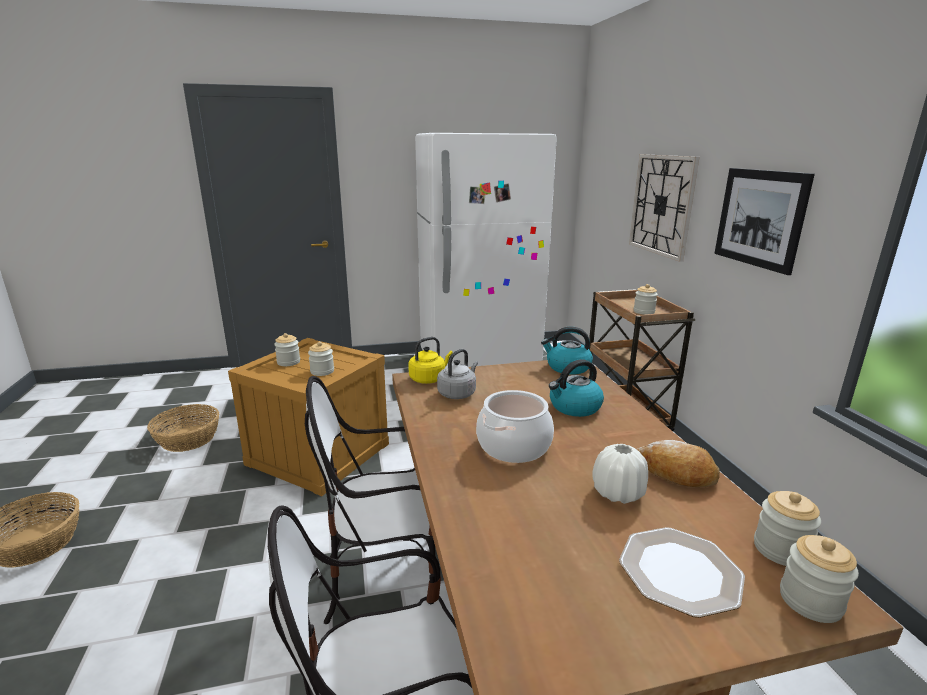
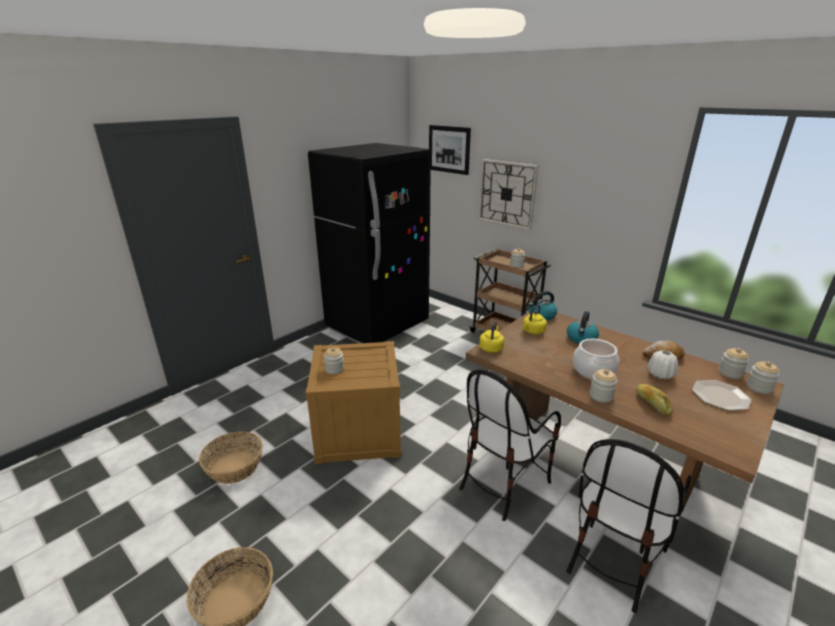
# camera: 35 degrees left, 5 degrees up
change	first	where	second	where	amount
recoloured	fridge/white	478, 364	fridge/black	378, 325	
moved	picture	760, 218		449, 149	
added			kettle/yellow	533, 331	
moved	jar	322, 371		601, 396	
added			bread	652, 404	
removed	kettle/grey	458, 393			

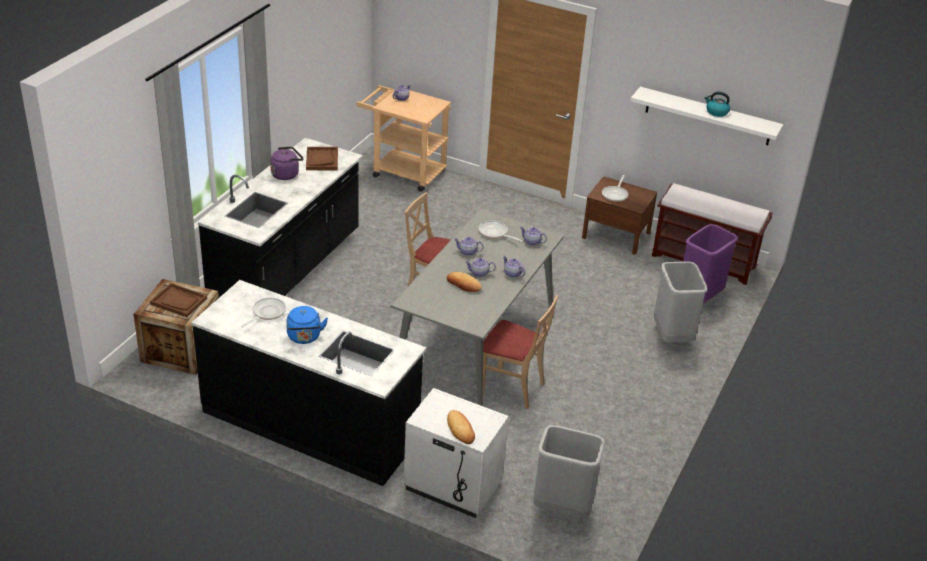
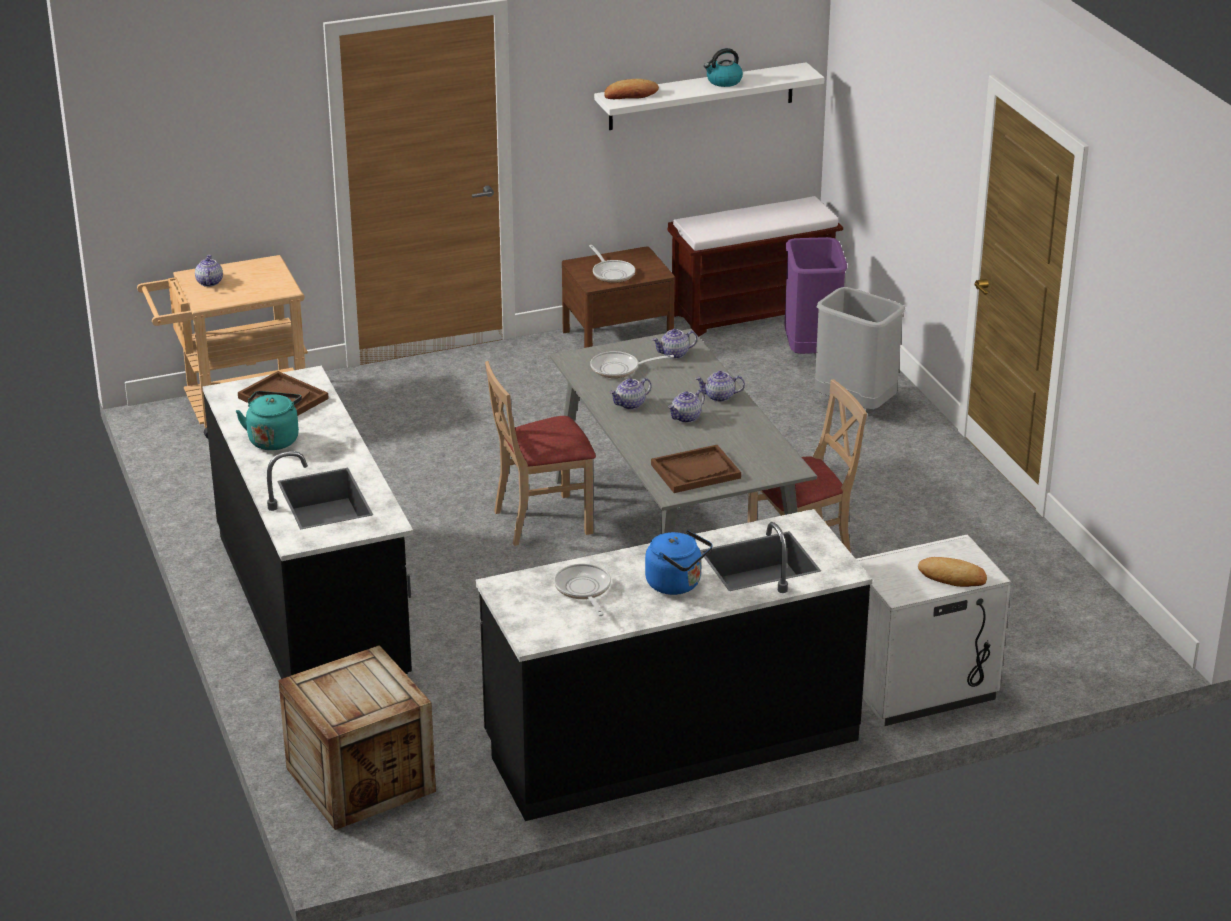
# camera: 45 degrees left, 5 degrees down
change	first	where	second	where	amount
recoloured	kettle/purple	286, 174	kettle/turquoise	274, 439	
moved	bread	463, 284		631, 94	
moved	tray/brown	179, 301		695, 471	
removed	trash can/grey	563, 507			

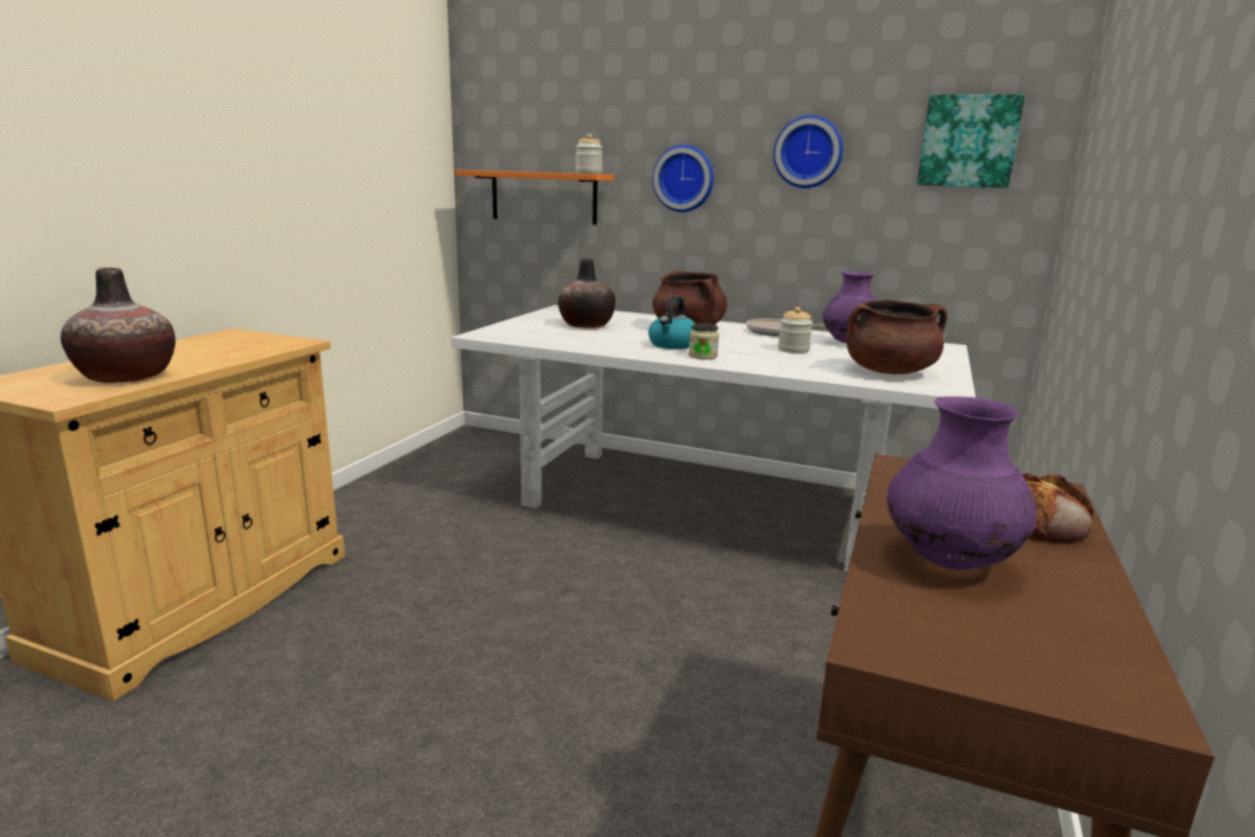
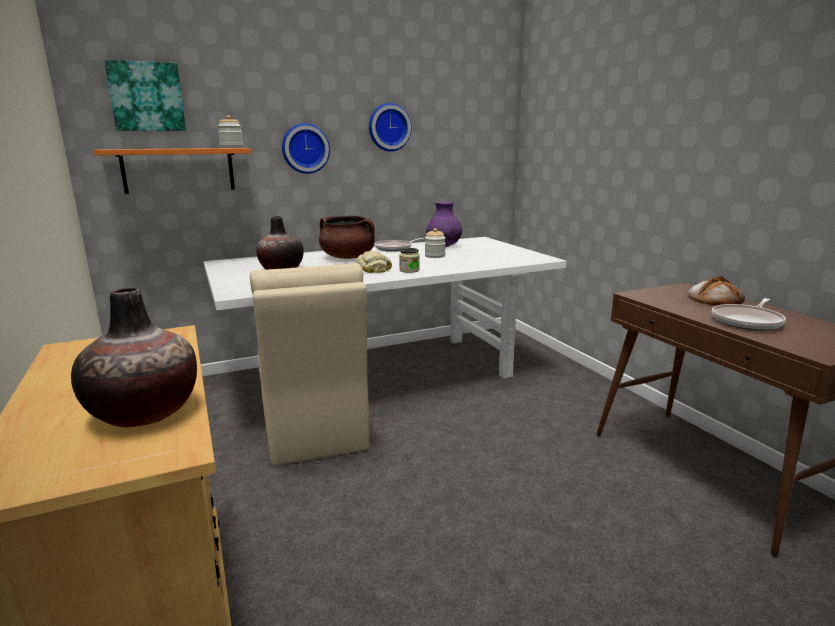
# camera: 45 degrees left, 0 degrees up
change	first	where	second	where	amount
moved	picture	968, 141		147, 97	
added			chair/beige	314, 430	
replaced	kettle	673, 345	bread	373, 268	
replaced	vase/purple	949, 562	frying pan	748, 321	
removed	cooking pot/brown	889, 372			

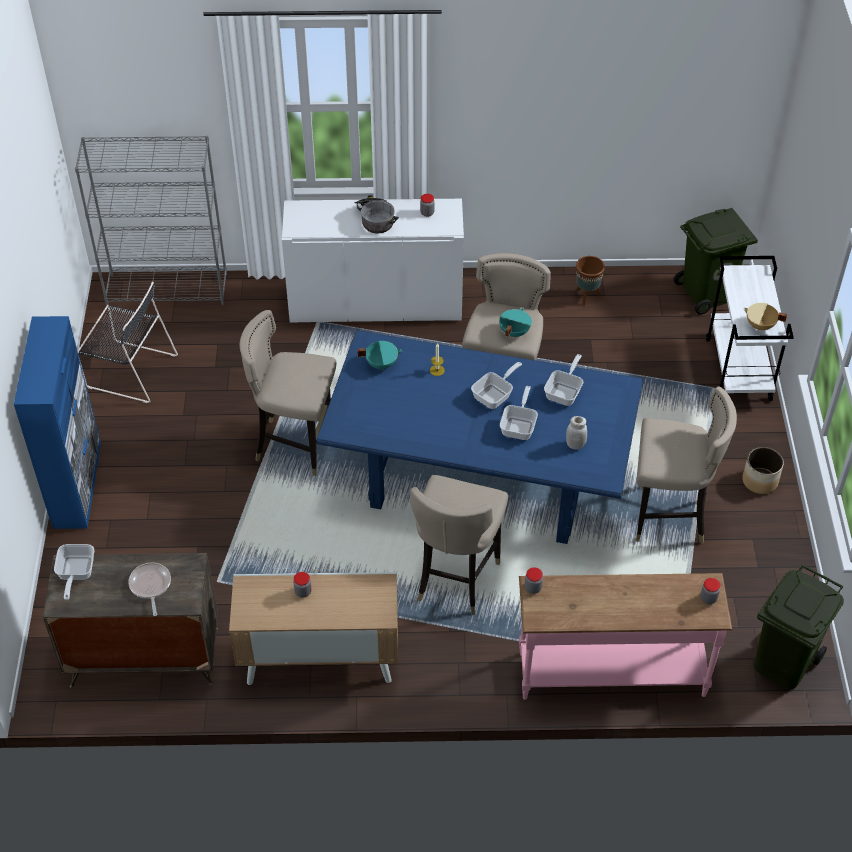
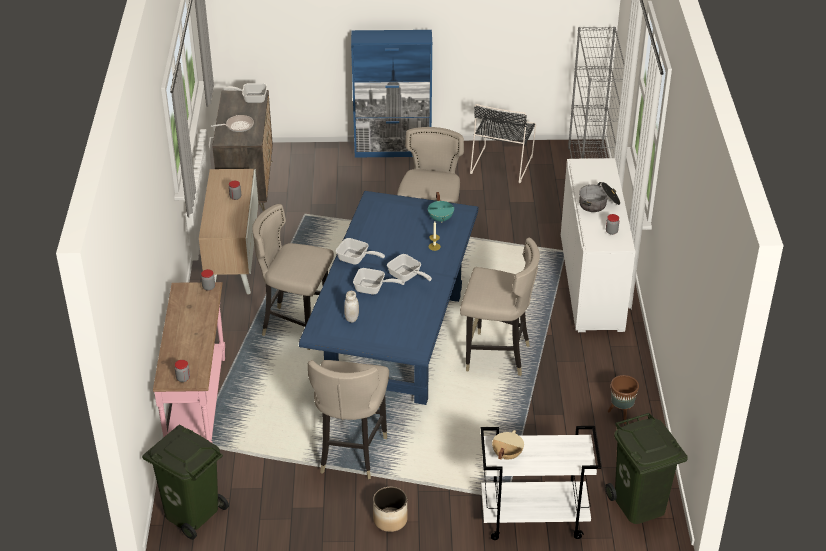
# camera: 90 degrees right, 10 degrees down
change	first	where	second	where	amount
moved	frying pan	565, 392		356, 259	
removed	cooking pot/turquoise	513, 332			

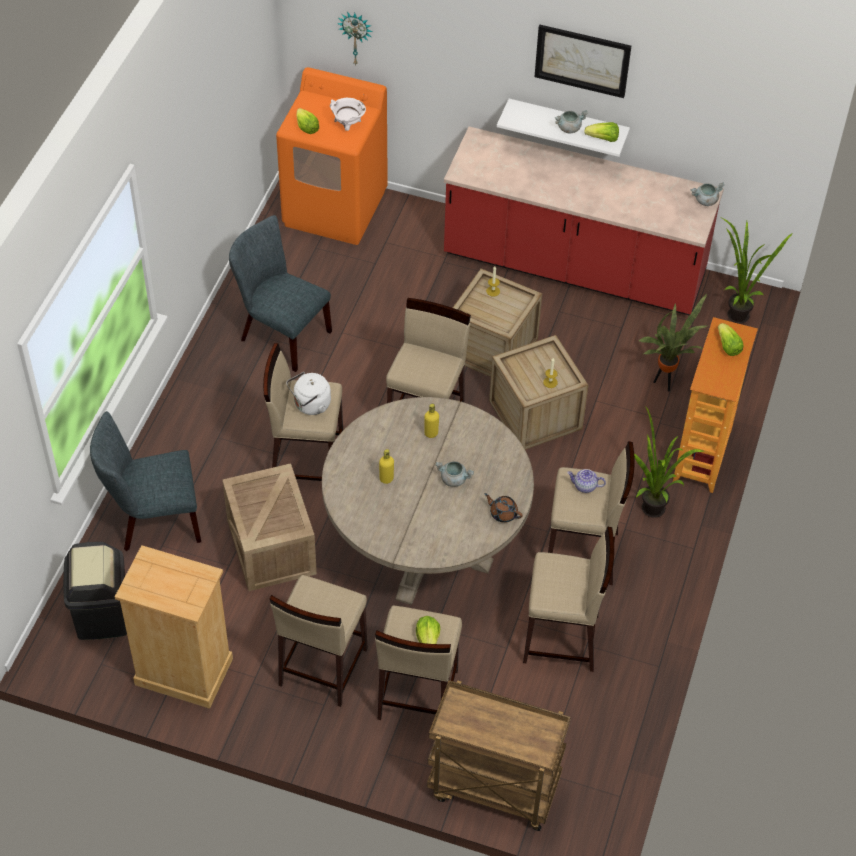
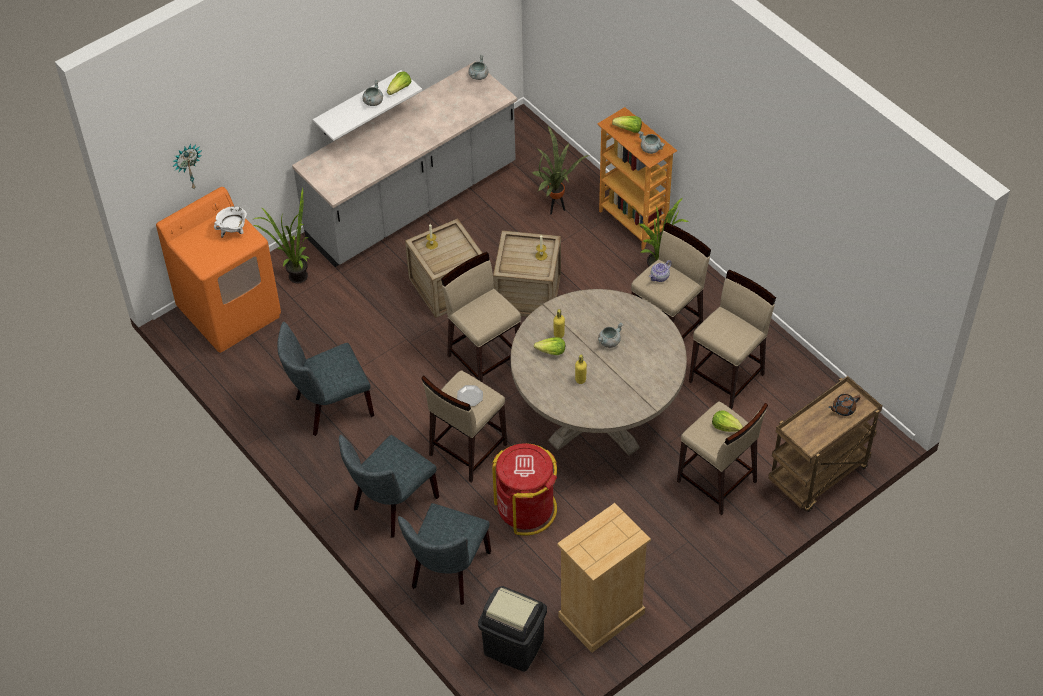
# camera: 55 degrees left, 0 degrees up
change	first	where	second	where	amount
moved	potted plant	735, 312		293, 276	
recoloured	counter/red	573, 269	counter/grey	412, 203	
added			chair/grey	391, 505	
replaced	kettle/white	310, 405	plate	469, 396	
replaced	crate	270, 545	trash can/red	526, 509	
moved	lettuce	306, 127		551, 352	
added			cooking pot/grey	651, 149	
moved	teapot/brown	503, 513		843, 409	
removed	stool/beige	322, 667			
removed	picture	582, 60			

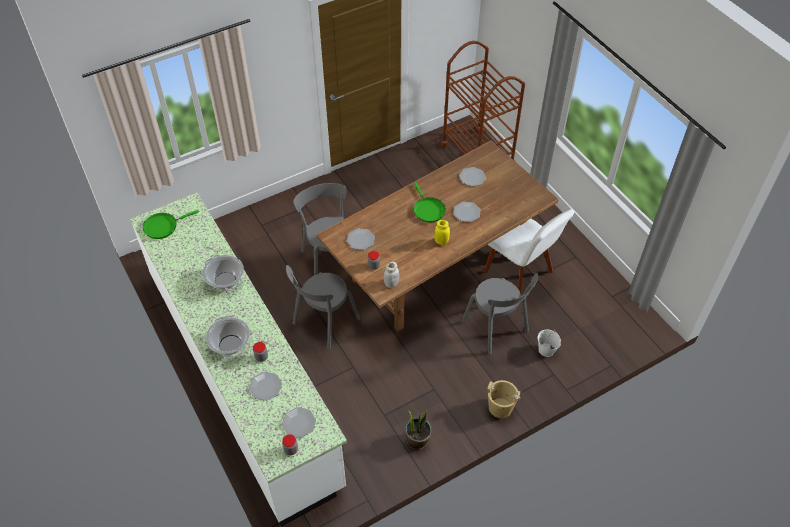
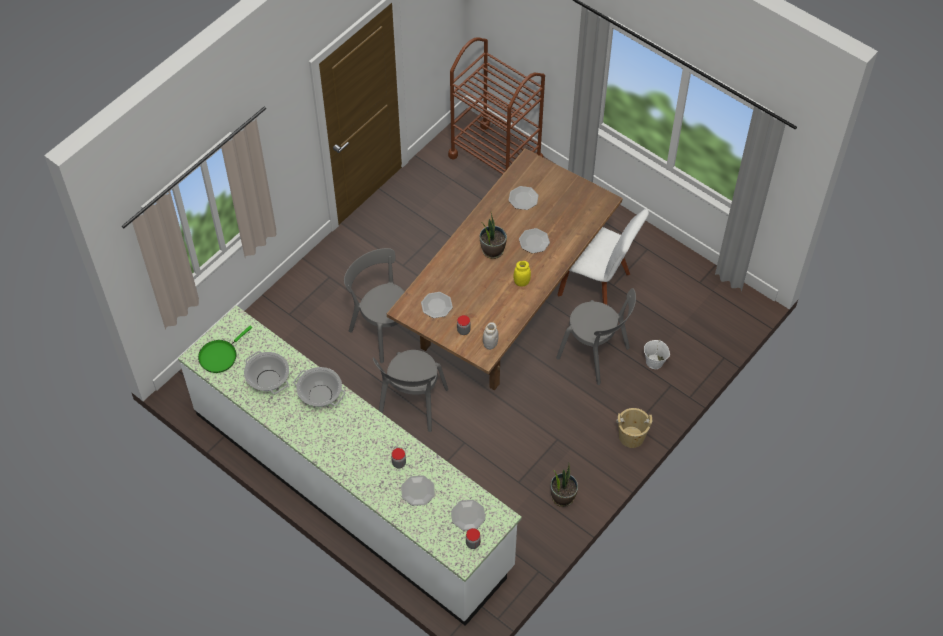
# camera: 20 degrees left, 5 degrees up
change	first	where	second	where	amount
moved	cooking pot	230, 344		268, 380	
replaced	frying pan/green	428, 210	potted plant	492, 250	

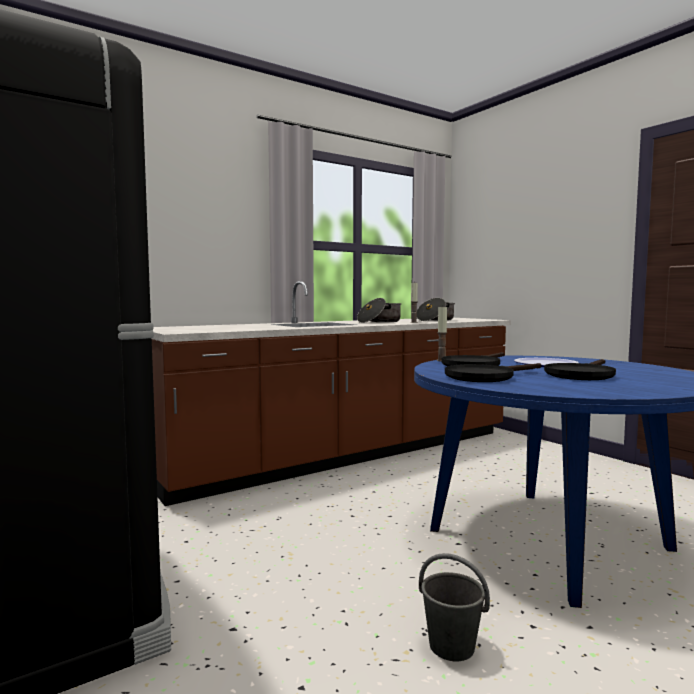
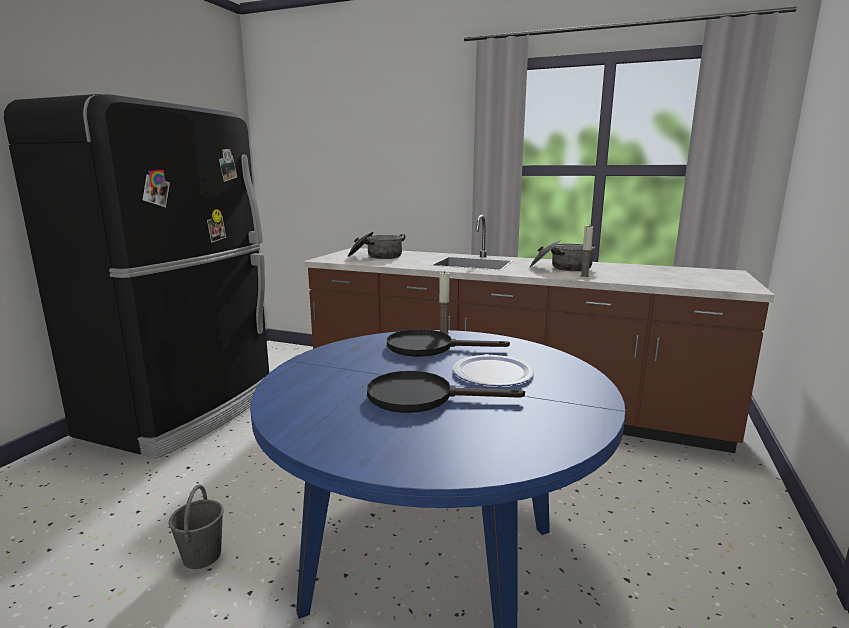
# camera: 55 degrees right, 10 degrees up
change	first	where	second	where	amount
moved	cooking pot	435, 320		376, 256	
removed	frying pan/black	486, 376			

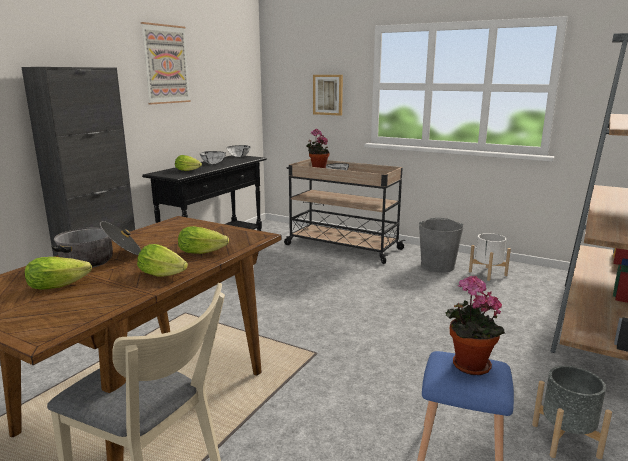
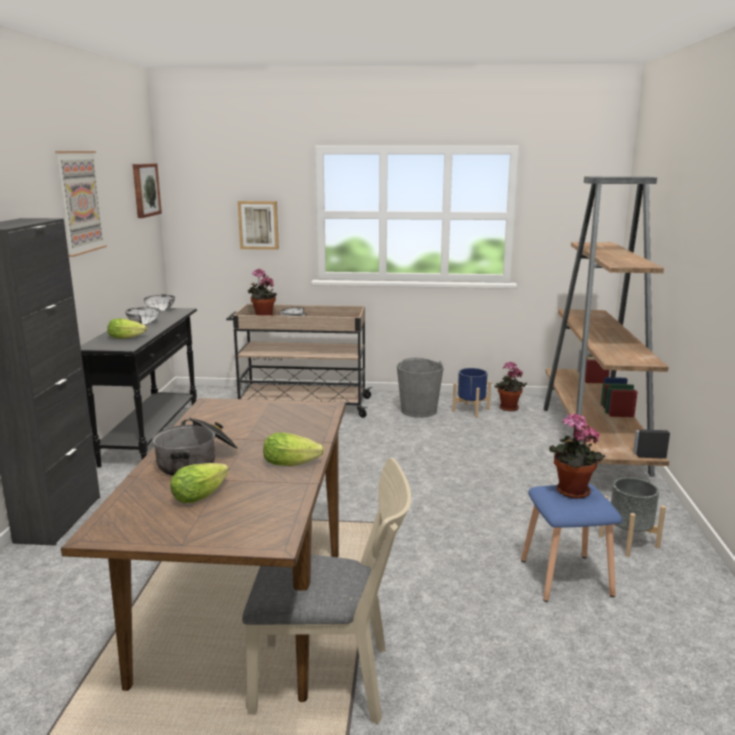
# camera: 25 degrees left, 0 degrees up
change	first	where	second	where	amount
added			picture	145, 190	
recoloured	planter/white	487, 273	planter/blue	470, 410	
added			potted plant	508, 409	
removed	lettuce	204, 252			

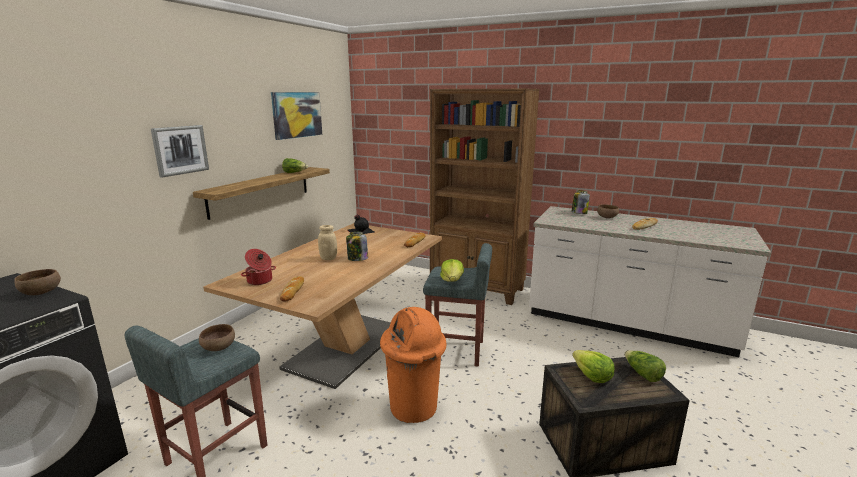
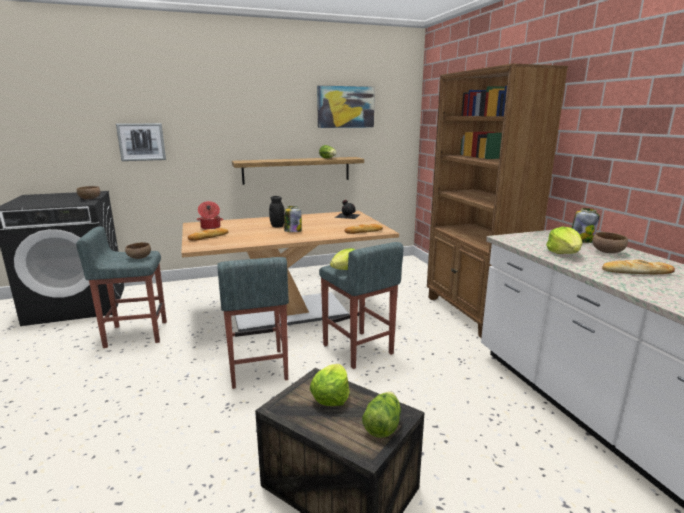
# camera: 45 degrees right, 0 degrees up
change	first	where	second	where	amount
moved	picture	180, 150		141, 142	
replaced	trash can/orange	414, 408	stool/grey	257, 368	
recoloured	jar/beige	328, 258	jar/black	277, 226	
added			lettuce	564, 253	

